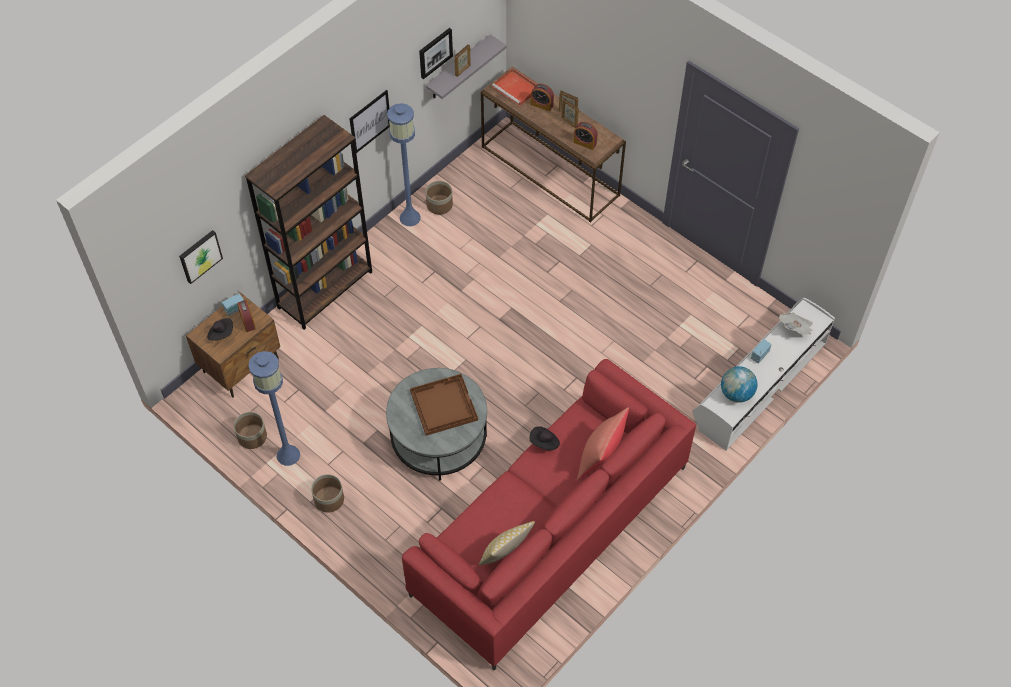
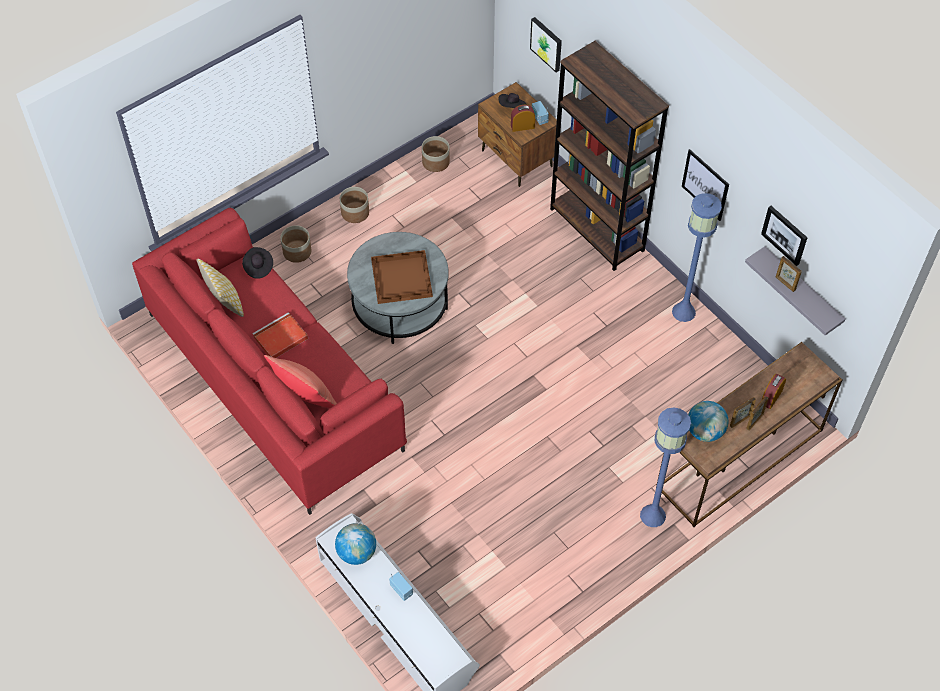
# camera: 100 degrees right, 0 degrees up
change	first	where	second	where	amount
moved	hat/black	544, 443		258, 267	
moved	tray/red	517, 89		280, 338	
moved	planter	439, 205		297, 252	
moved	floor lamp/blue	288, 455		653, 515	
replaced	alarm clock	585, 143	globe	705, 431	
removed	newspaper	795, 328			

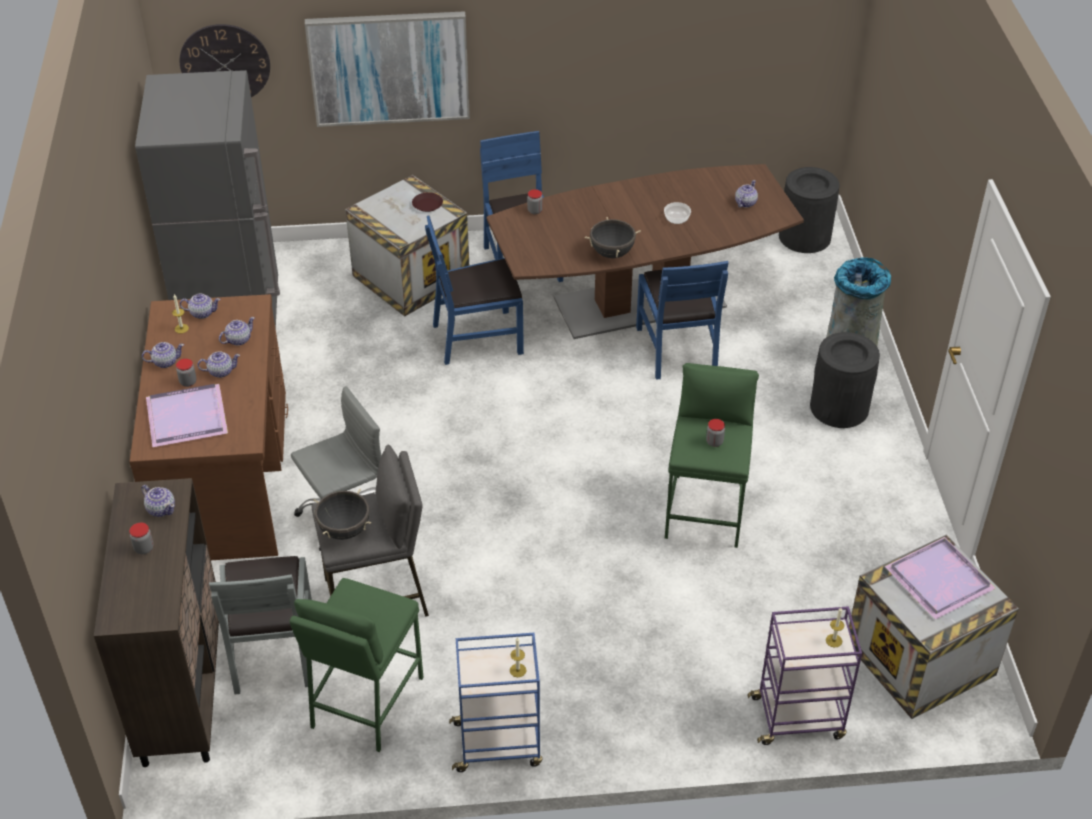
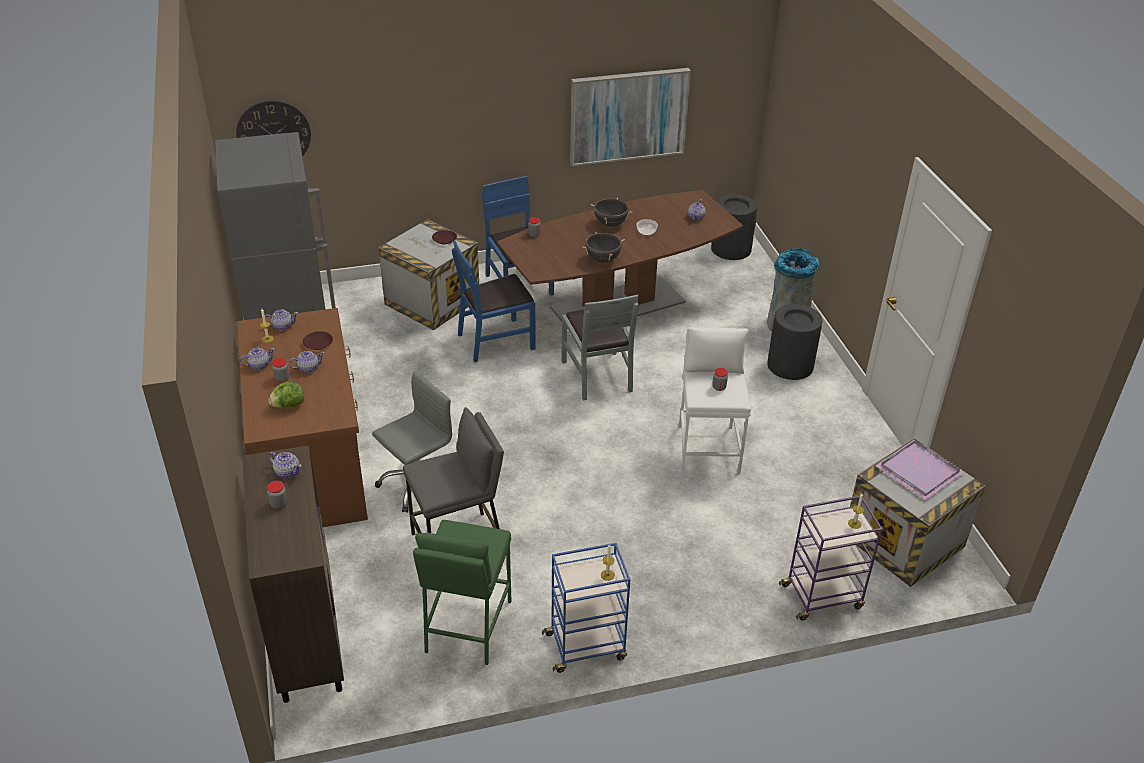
# camera: 10 degrees left, 5 degrees down
change	first	where	second	where	amount
replaced	tray/purple	188, 418	lettuce	288, 405	
replaced	teapot	238, 340	plate/brown	317, 343	
moved	chair/grey	272, 651		597, 375	
moved	picture	389, 67		628, 115	
moved	cooking pot/black	344, 530		610, 224	
recoloured	stool/green	706, 510	stool/white	708, 449	
removed	chair/blue	677, 349			

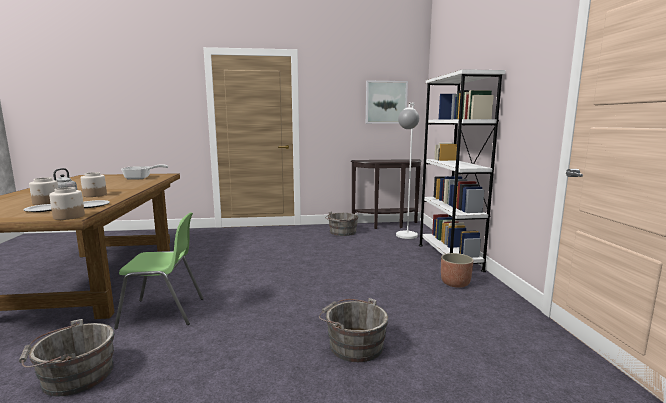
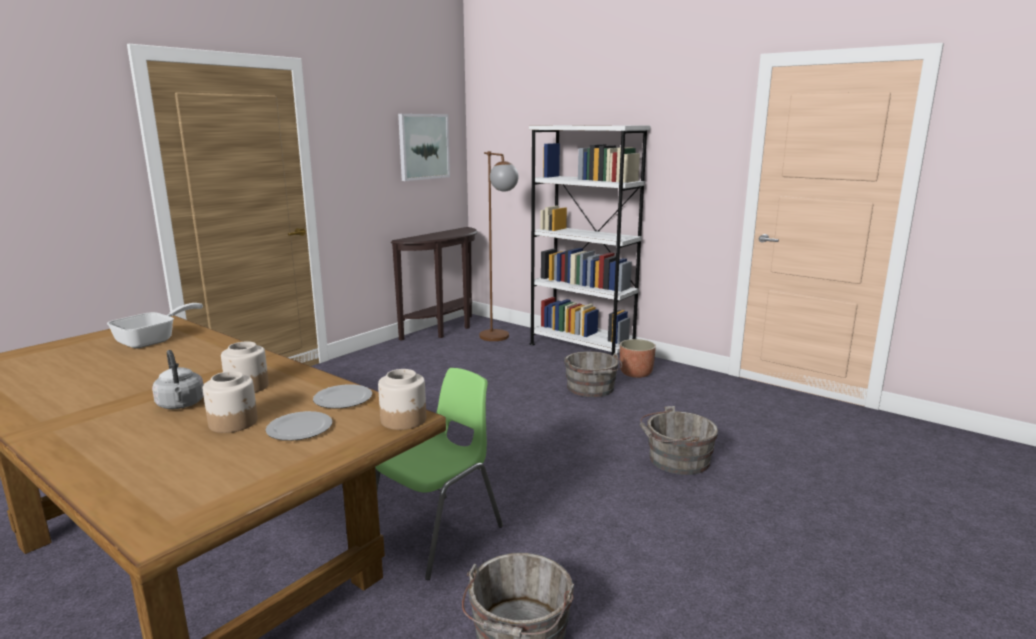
# camera: 45 degrees left, 5 degrees up
change	first	where	second	where	amount
recoloured	floor lamp/white	405, 237	floor lamp/brown	498, 339	
moved	bucket/grey	342, 232		591, 389	

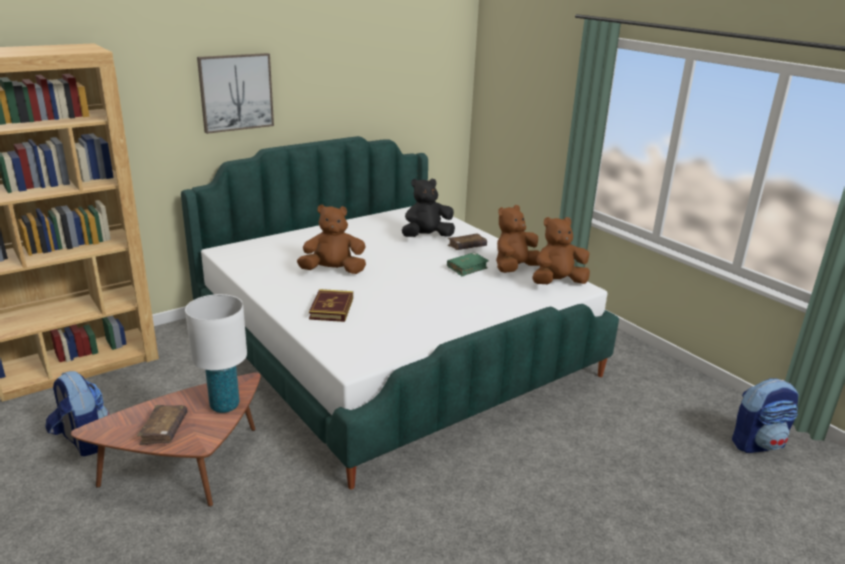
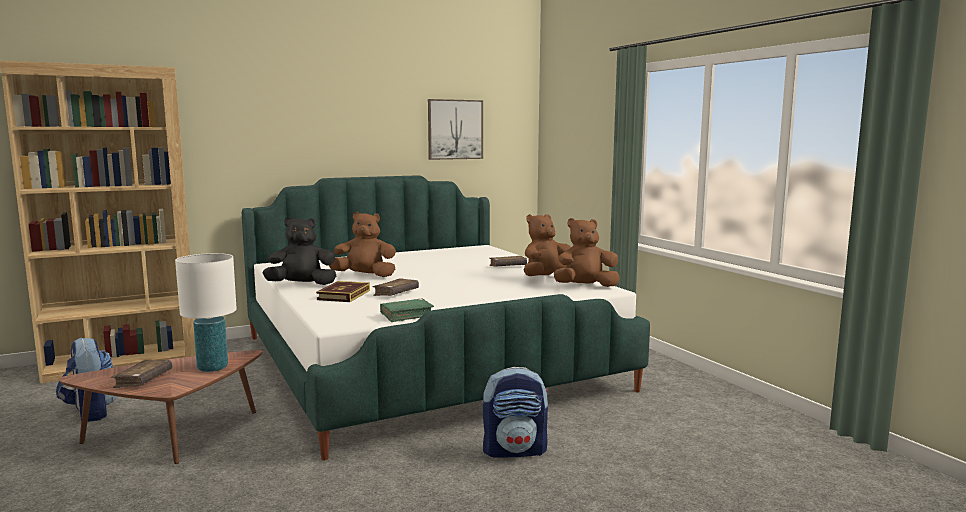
# camera: 10 degrees right, 15 degrees down
change	first	where	second	where	amount
moved	plush toy/black	426, 237		302, 285	
added			book/brown	396, 293	
moved	book/green	467, 268		406, 316	
moved	picture	236, 92		455, 129	
moved	backpack	758, 443		515, 450	

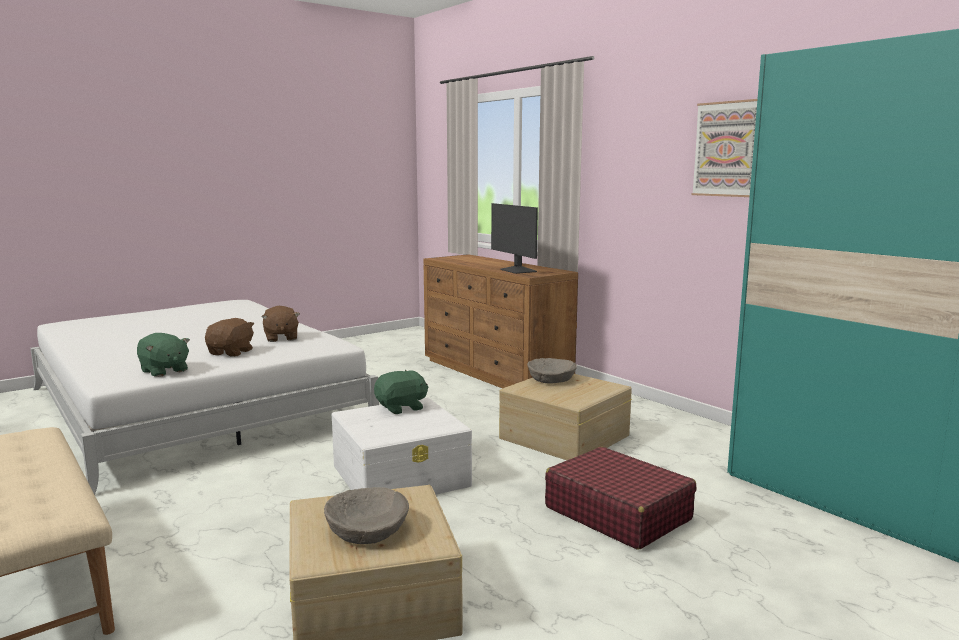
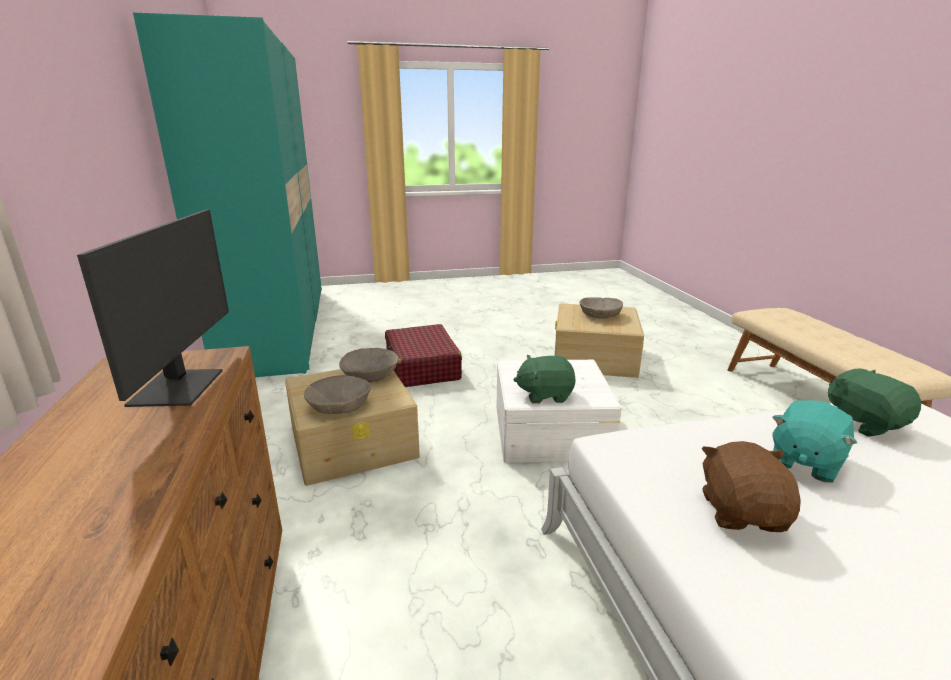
# camera: 155 degrees left, 10 degrees up
change	first	where	second	where	amount
added			bowl/beige	370, 374	
recoloured	plush toy/brown	231, 352	plush toy/turquoise	804, 462	
removed	picture	726, 149			

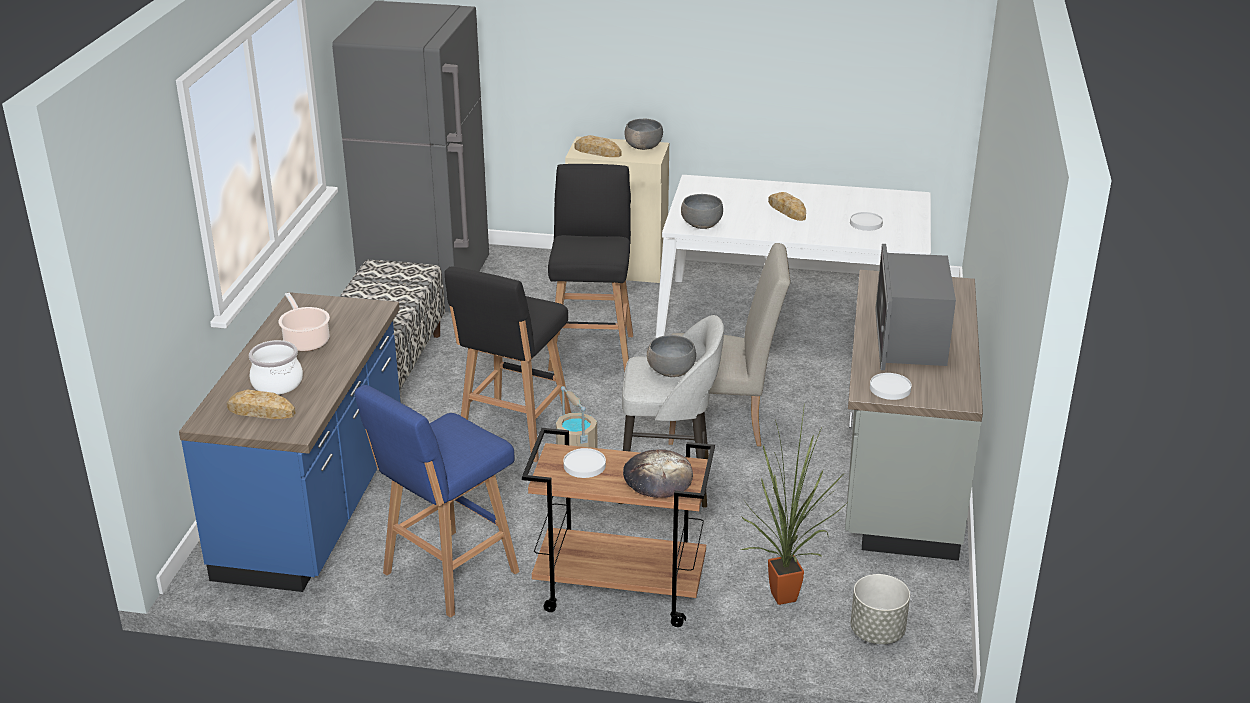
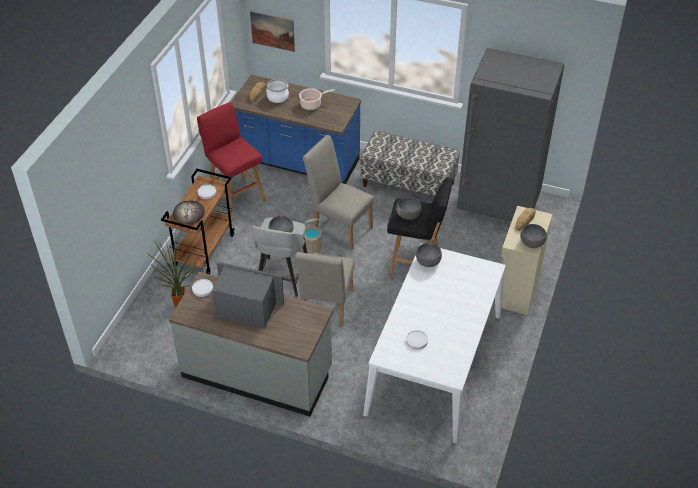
# camera: 100 degrees right, 15 degrees up
change	first	where	second	where	amount
recoloured	stool/blue	447, 575	stool/red	236, 198	
added			picture	272, 31	
replaced	stool/black	513, 433	chair/beige	339, 227	
added			bowl/grey	408, 215	
removed	bread	787, 210			
removed	planter/grey	877, 632			

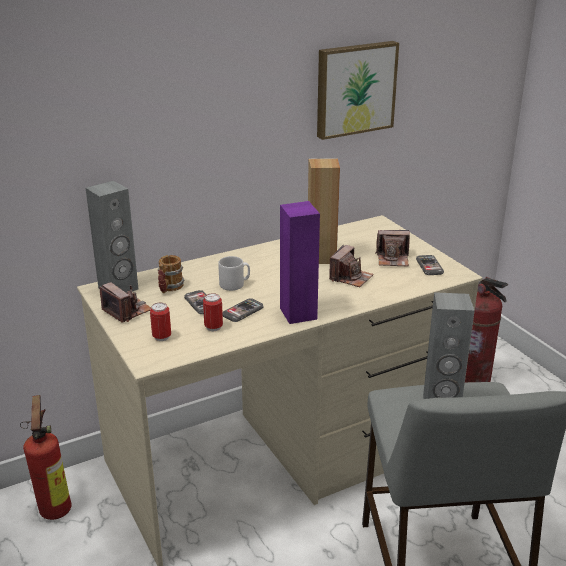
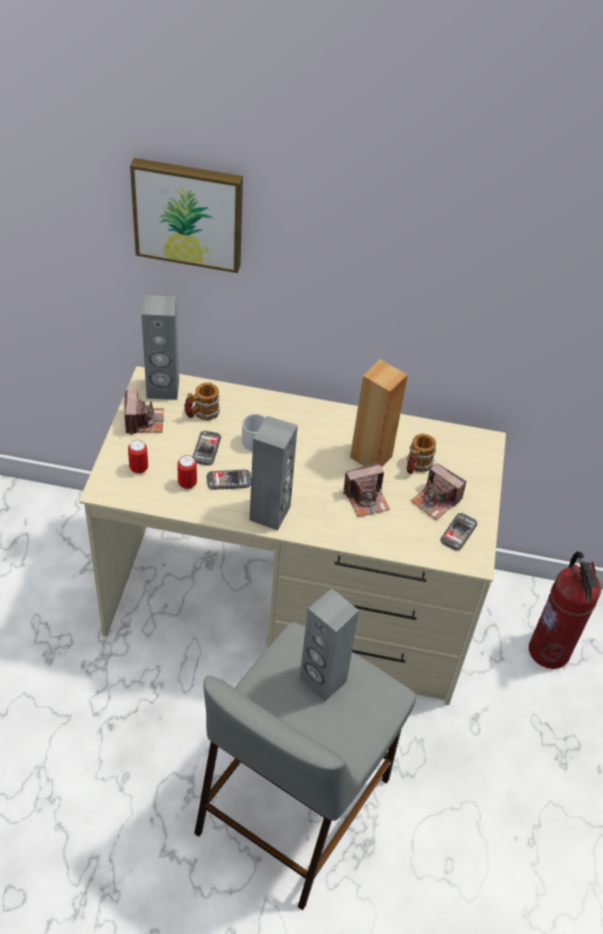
# camera: 35 degrees right, 20 degrees up
change	first	where	second	where	amount
moved	picture	354, 88		189, 213	
recoloured	speaker/purple	299, 313	speaker/grey	270, 513	
added			mug	416, 466	
removed	fire extinguisher	56, 506			

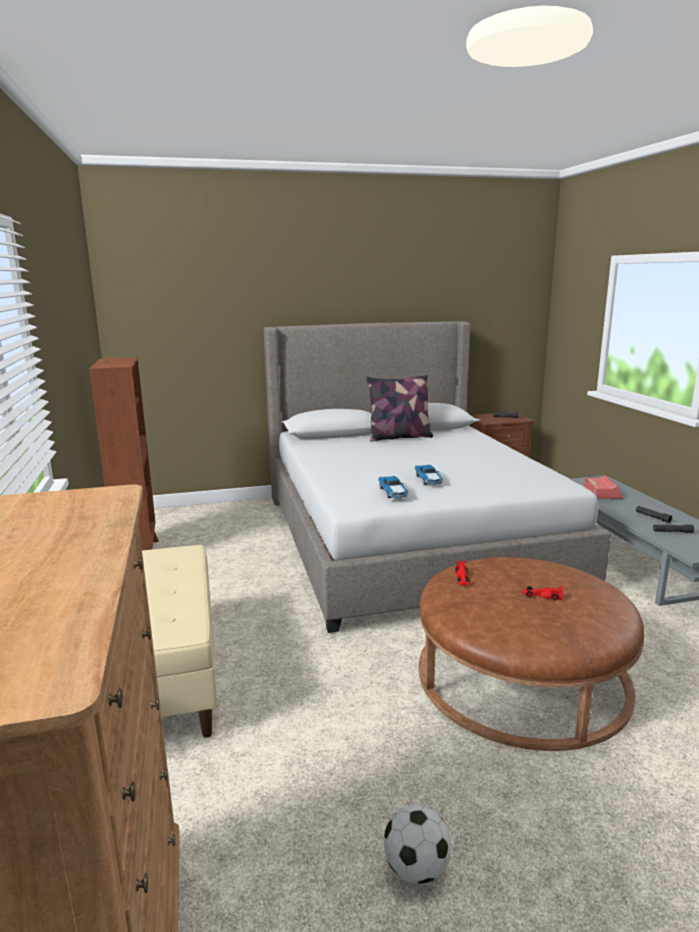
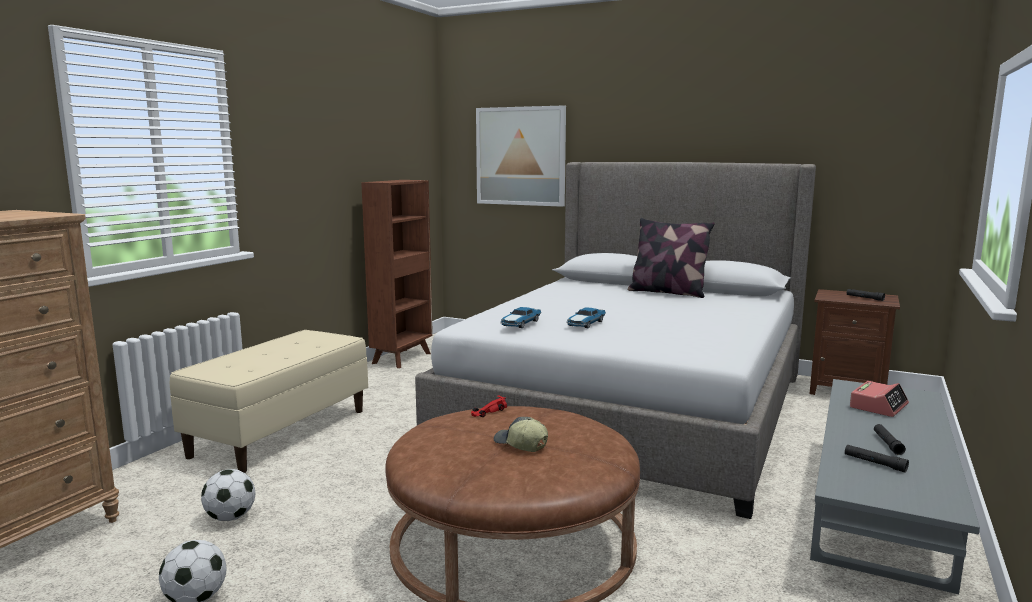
# camera: 40 degrees right, 5 degrees down
change	first	where	second	where	amount
added			football	230, 518	
added			picture	520, 156	
replaced	toy car/red	541, 595	cap	520, 445	

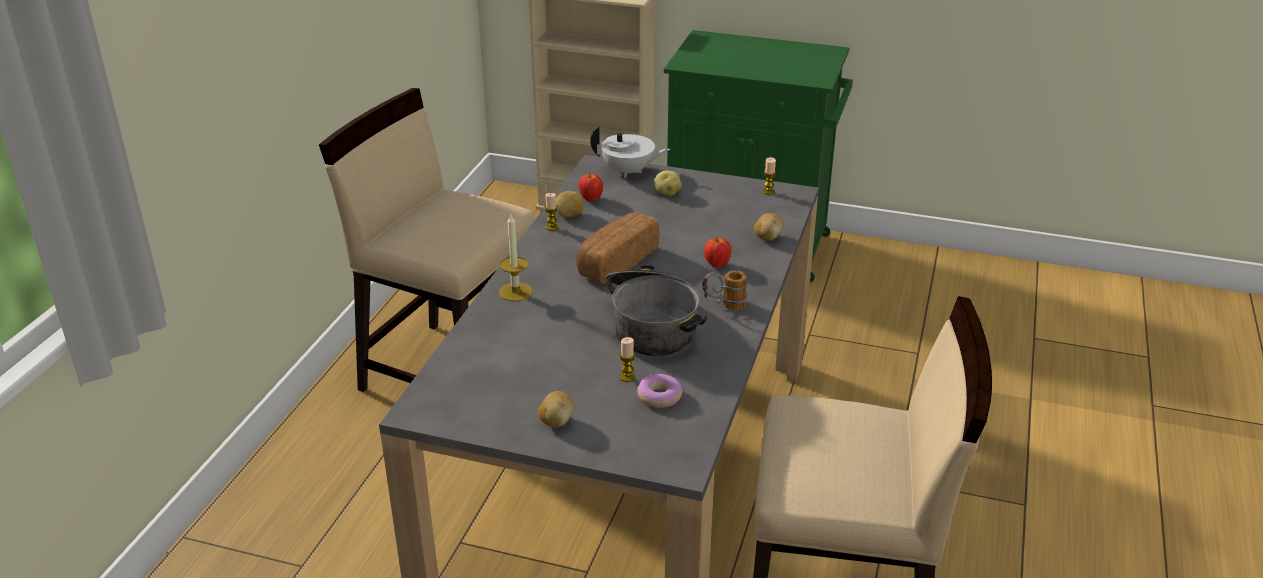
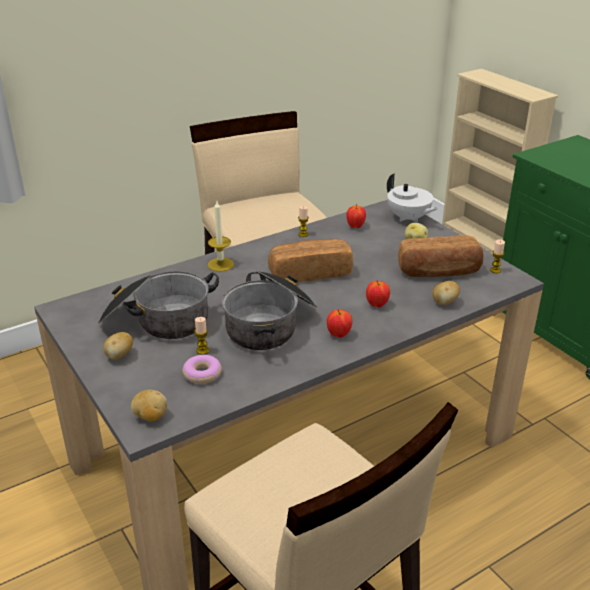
# camera: 40 degrees right, 0 degrees up
change	first	where	second	where	amount
added			cooking pot	158, 321	
moved	potato	569, 215		150, 417	
replaced	mug	723, 305	apple	339, 334	
added			bread	439, 271	

